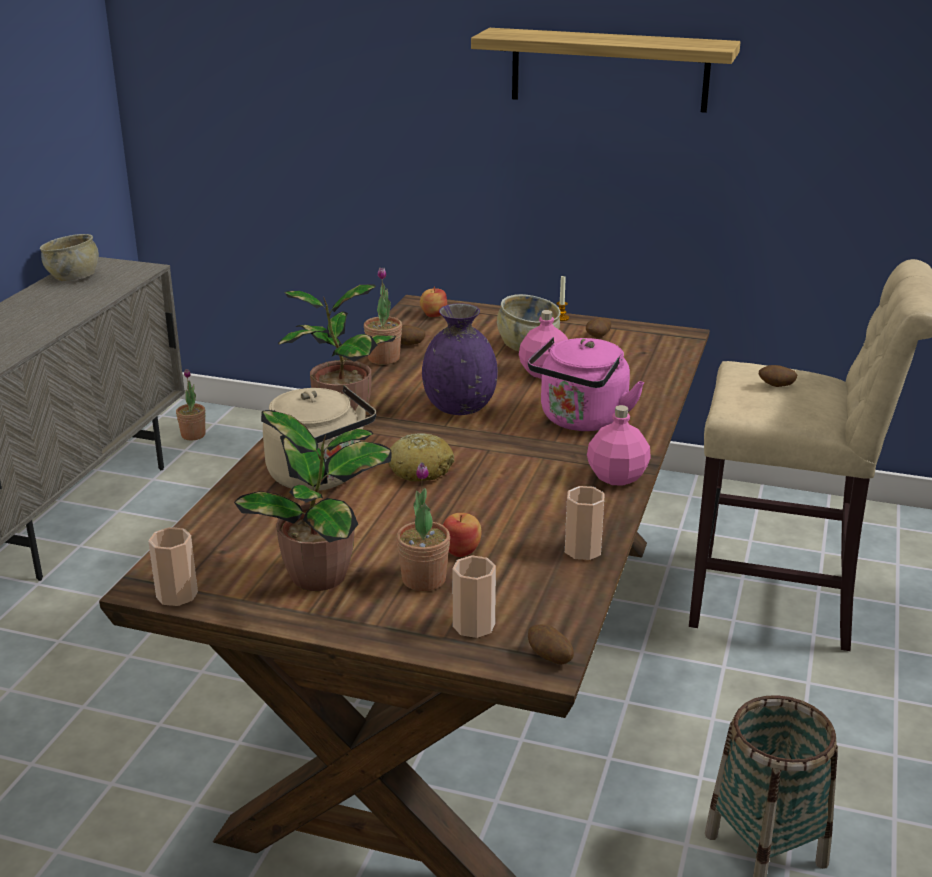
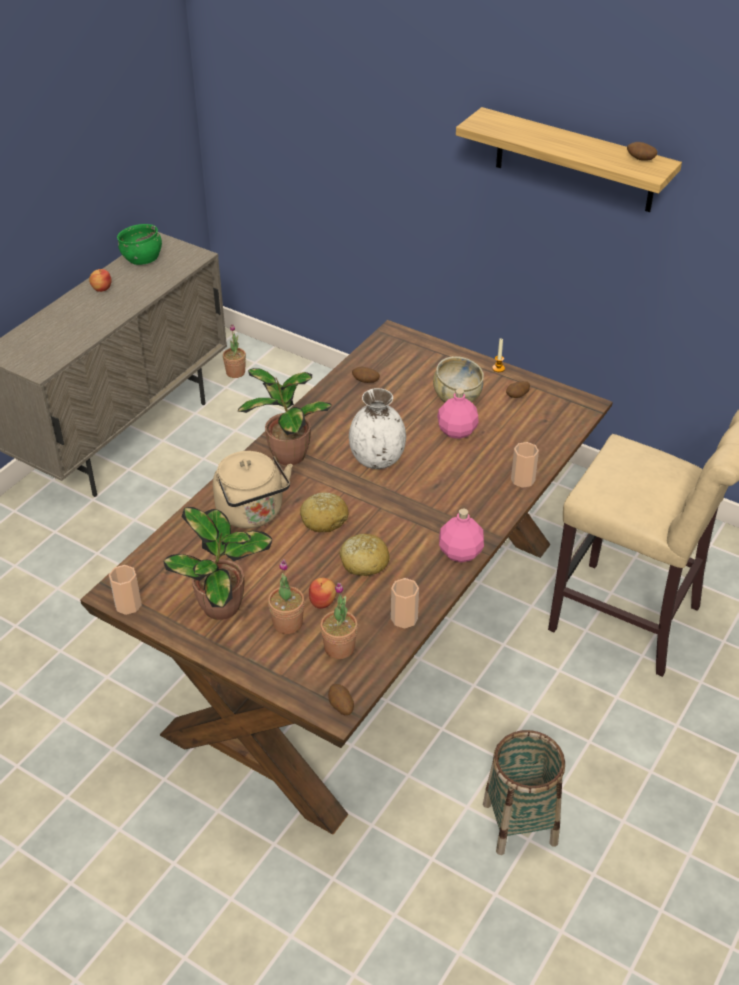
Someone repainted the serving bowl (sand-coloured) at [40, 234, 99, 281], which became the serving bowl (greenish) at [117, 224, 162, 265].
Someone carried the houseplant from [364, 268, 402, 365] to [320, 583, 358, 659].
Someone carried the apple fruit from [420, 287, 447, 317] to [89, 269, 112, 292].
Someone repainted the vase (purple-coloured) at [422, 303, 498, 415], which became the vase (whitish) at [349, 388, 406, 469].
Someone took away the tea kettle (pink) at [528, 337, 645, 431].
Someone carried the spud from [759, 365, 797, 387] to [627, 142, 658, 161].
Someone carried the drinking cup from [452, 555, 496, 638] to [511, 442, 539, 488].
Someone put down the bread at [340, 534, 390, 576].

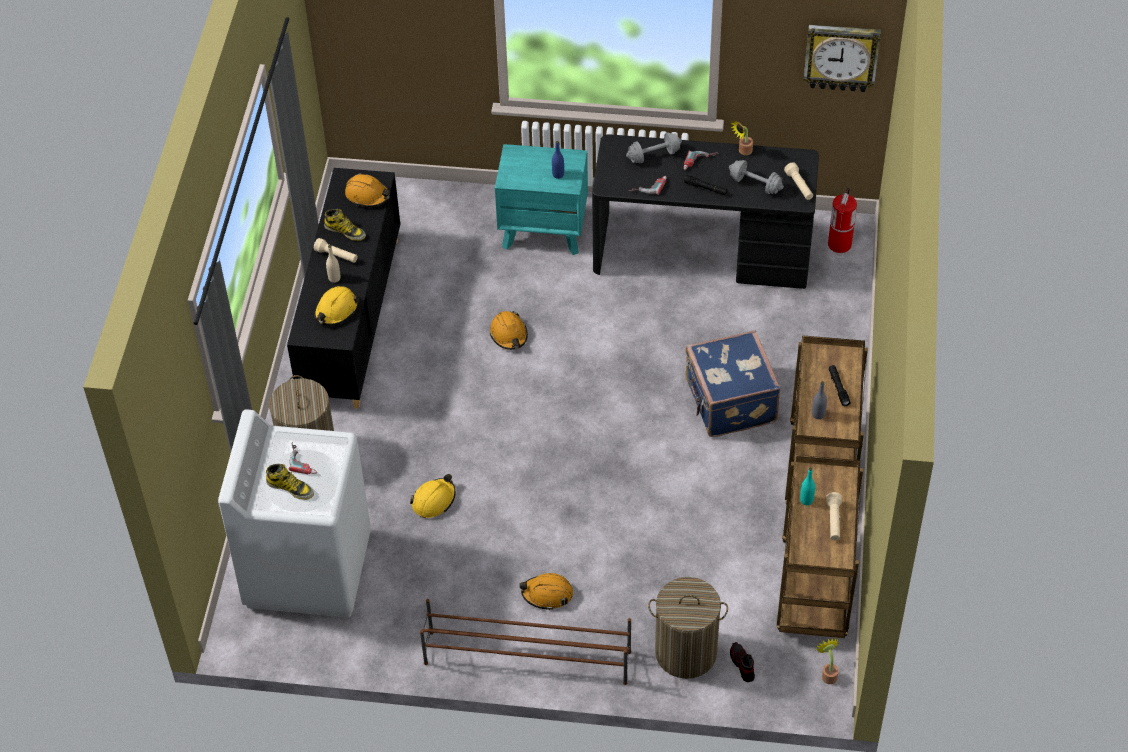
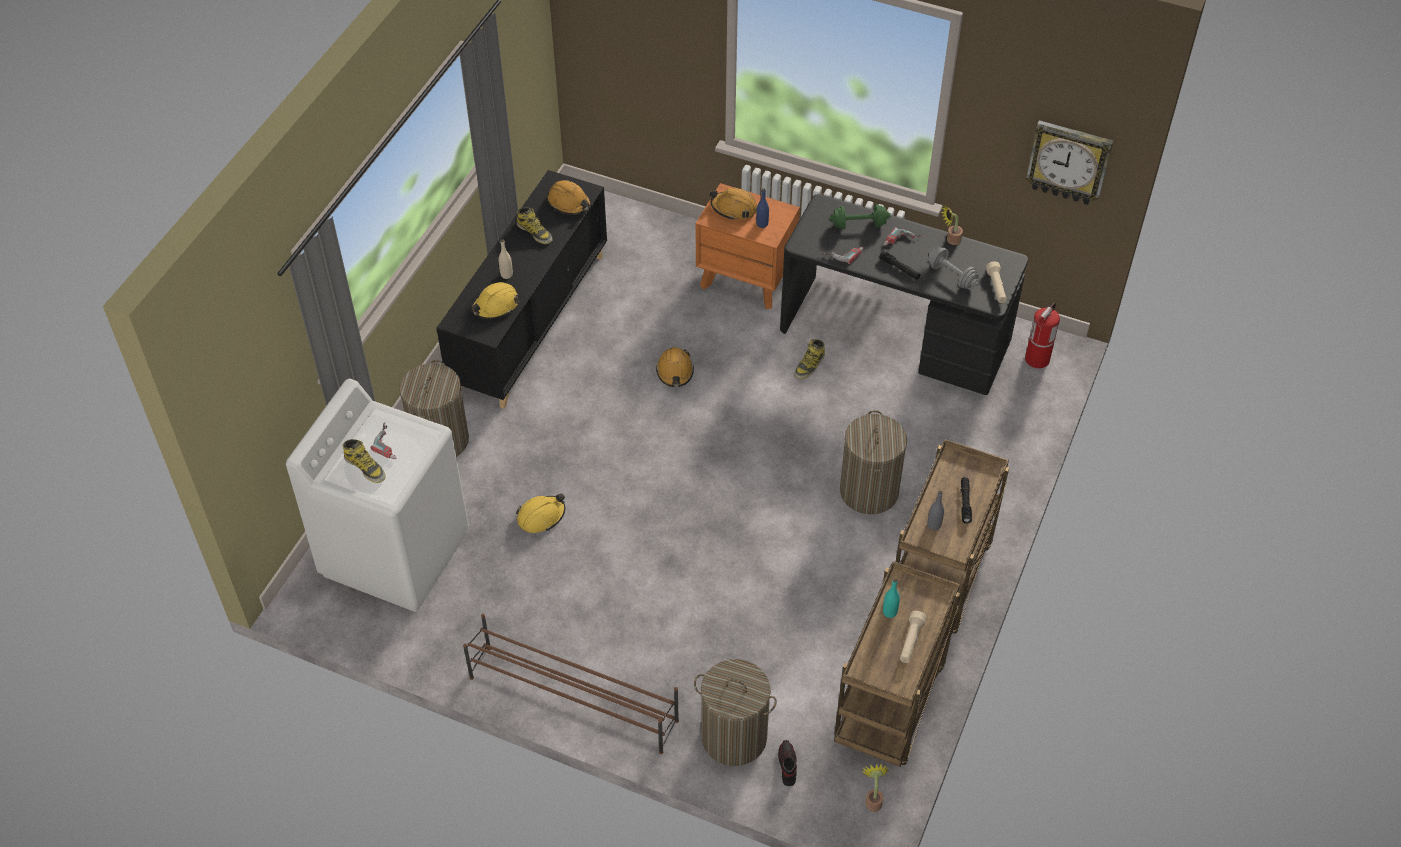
Someone repainted the free weight (gray) at [626, 132, 682, 164], which became the free weight (greenish) at [829, 204, 891, 229].
Someone repainted the nightstand (blue-green) at [495, 144, 588, 255], which became the nightstand (orangey) at [696, 183, 800, 309].
Someone took away the torch (sand-coloured) at [314, 238, 358, 263].
Someone swapped the suitcase (blue-coloured) at [685, 330, 781, 437] for the hamper at [840, 410, 907, 514].
Someone carried the hard hat (orangey) from [519, 573, 573, 610] to [710, 188, 757, 220].
Someone put down the high-top boot at [794, 339, 825, 379].

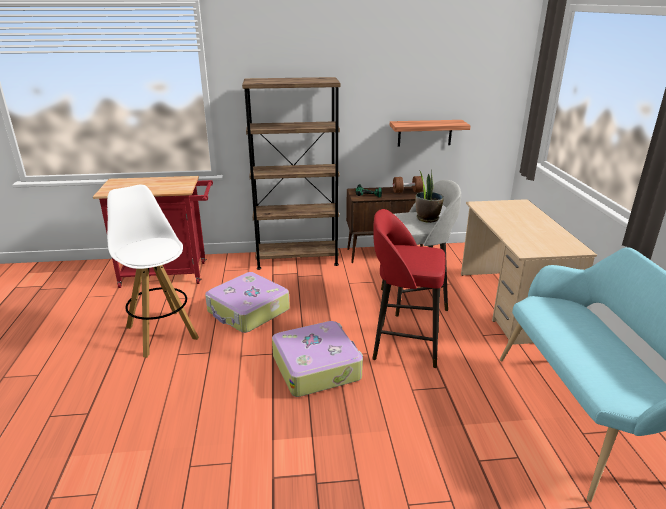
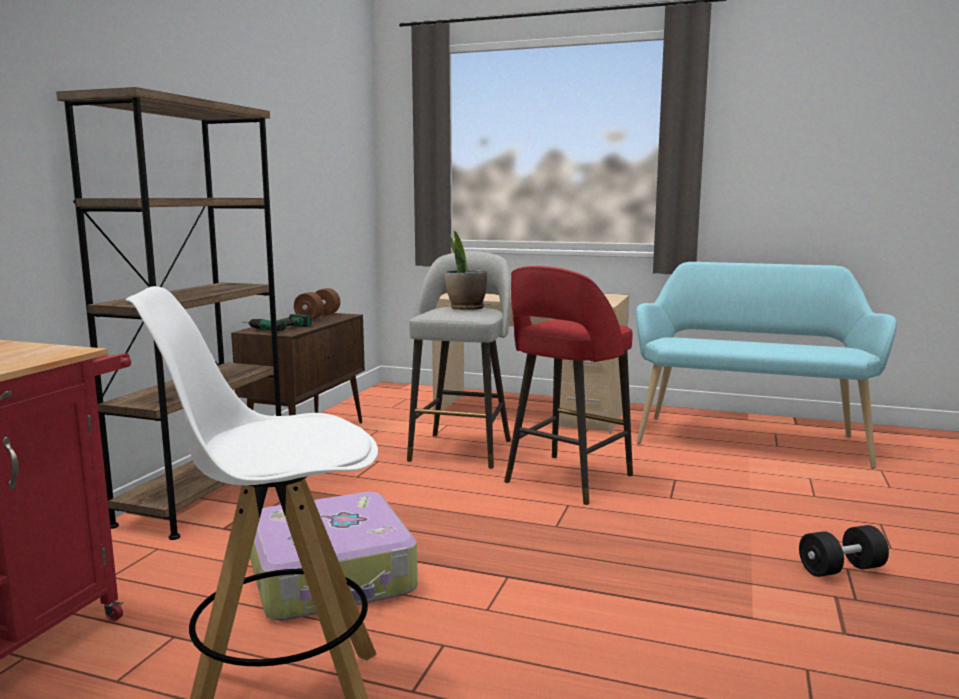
Someone took away the shelf at [390, 120, 471, 147].
Someone took away the suitcase at [272, 321, 363, 397].
Someone put down the free weight (black) at [799, 525, 889, 577].

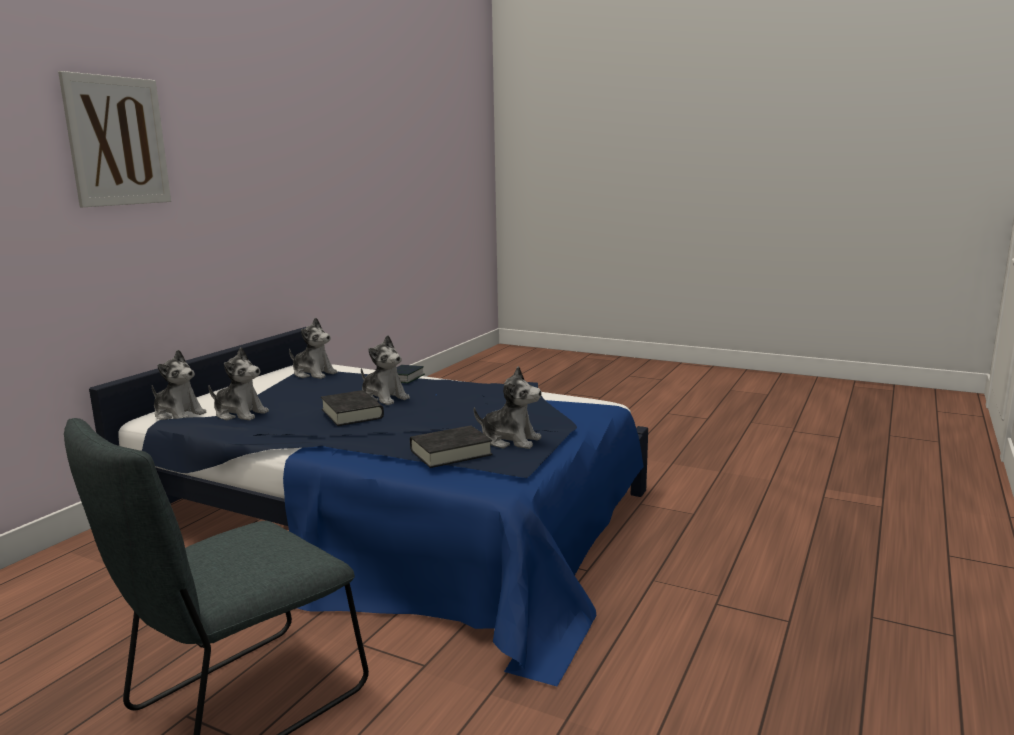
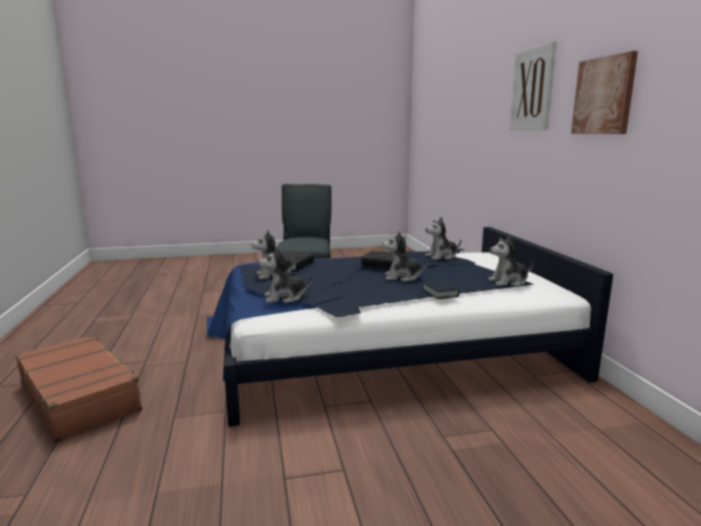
Someone carried the soft toy from [152, 350, 207, 420] to [259, 246, 313, 303].
Someone put up the picture at [571, 51, 638, 134].
Someone put down the suitcase (brown) at [15, 335, 143, 443].

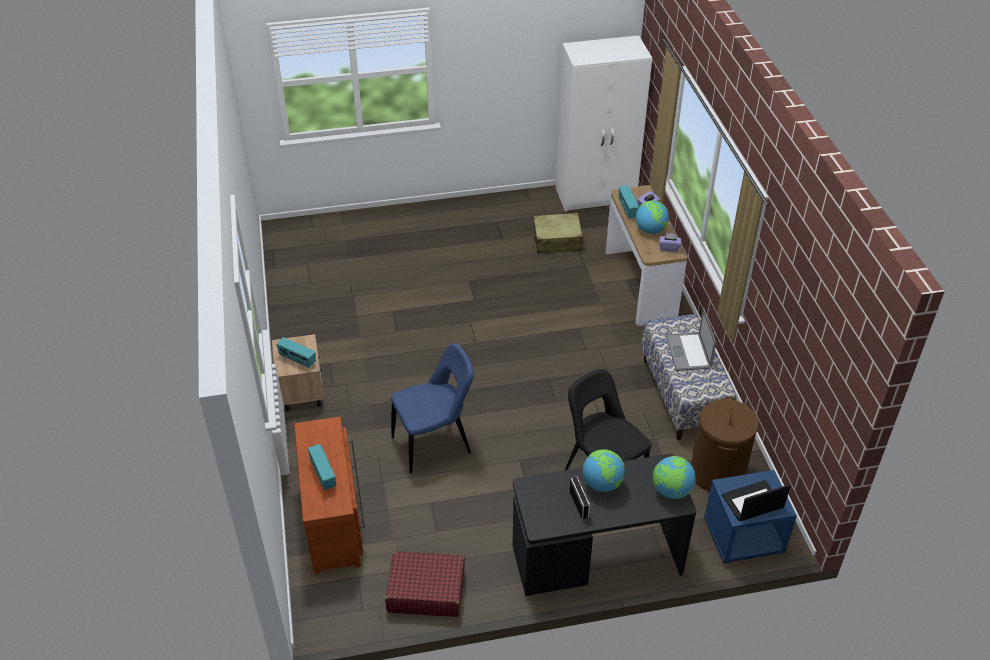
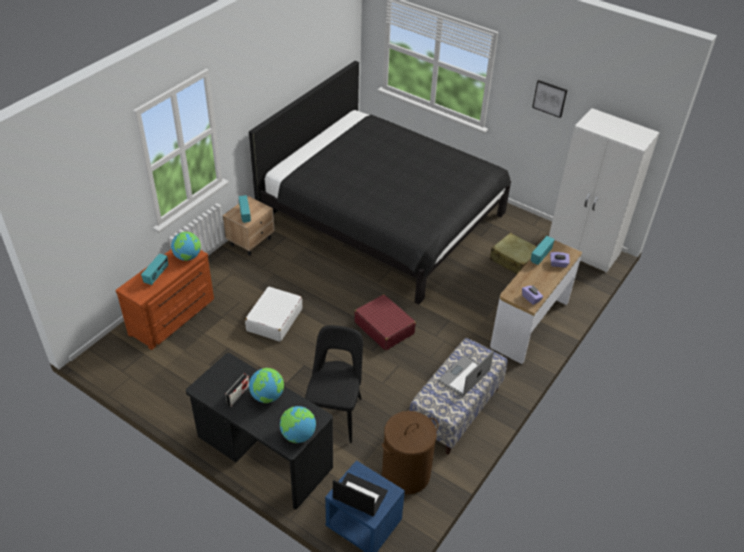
Someone carried the globe from [636, 201, 669, 234] to [171, 232, 201, 261].
Someone swapped the plain chair (blue-coloured) at [391, 344, 474, 474] for the suitcase (whitish) at [245, 287, 302, 342].
Someone carried the suitcase (reddish) from [385, 552, 465, 617] to [354, 294, 416, 350].
Someone put down the sleeping bed (black) at [249, 61, 511, 304].
Someone put up the picture at [532, 80, 567, 118].

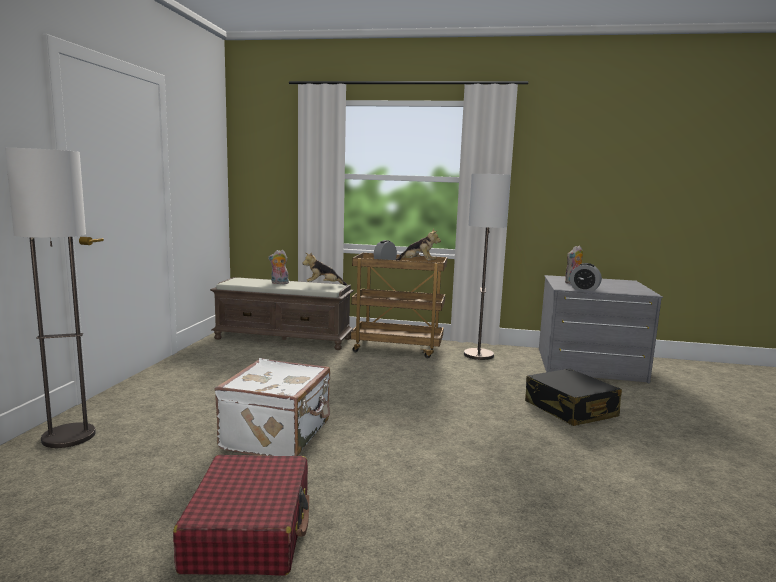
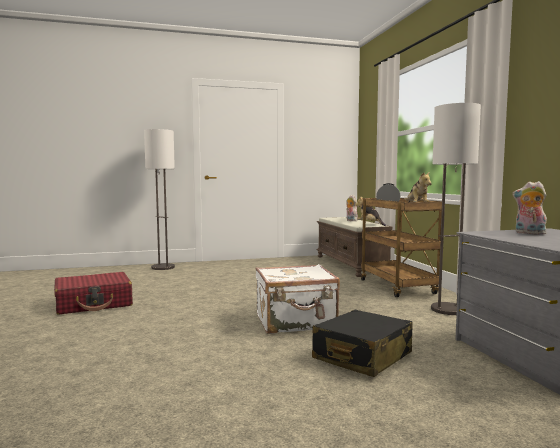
Someone took away the table clock at [570, 263, 602, 291].
Someone carried the suitcase (whitish) from [214, 358, 330, 456] to [256, 264, 340, 334].

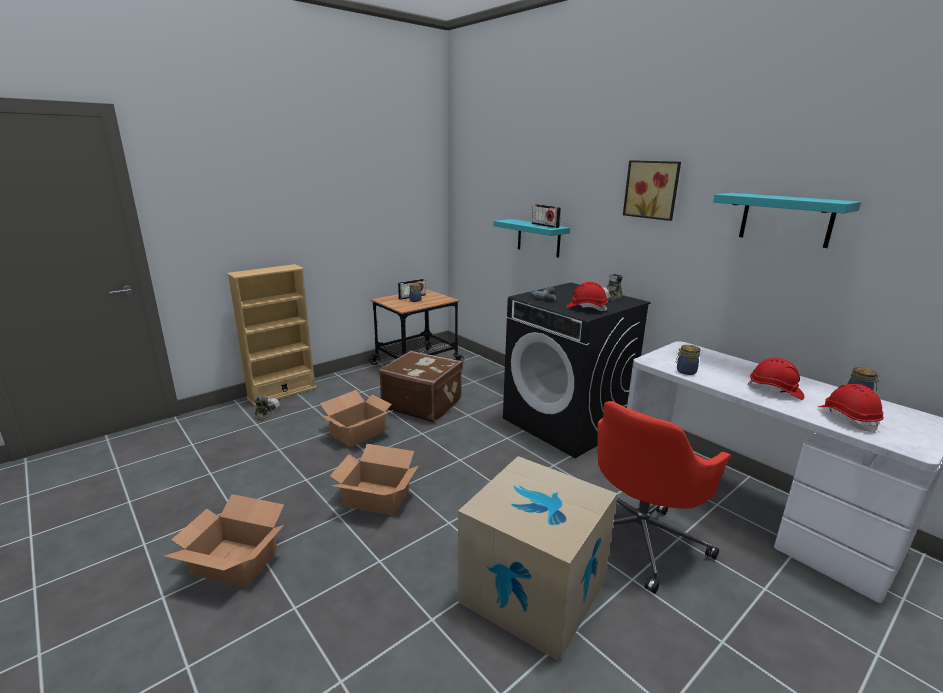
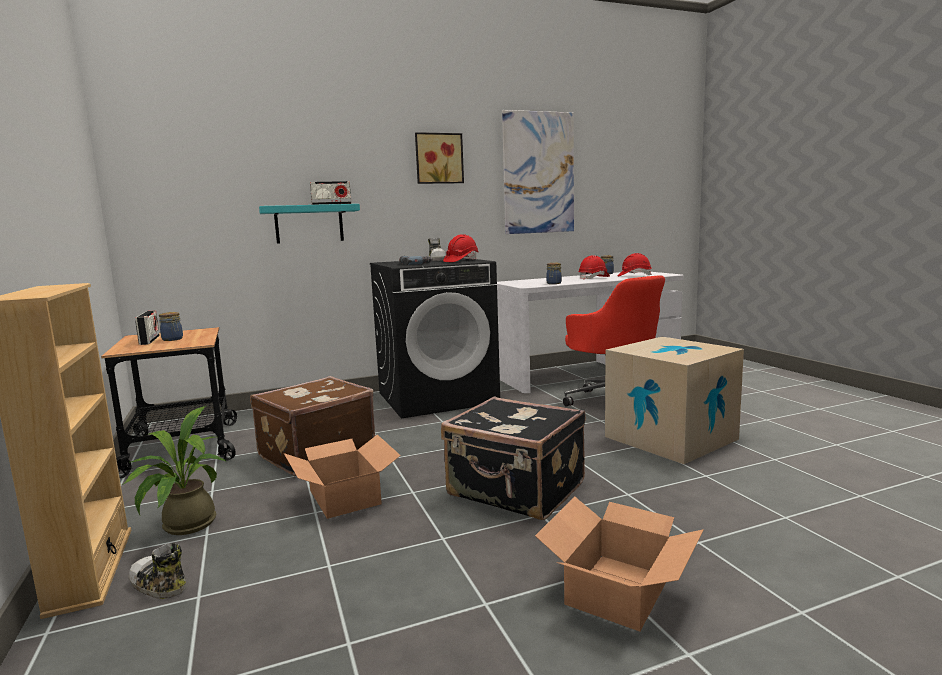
Someone swapped the shelf (blue-green) at [713, 193, 861, 248] for the picture at [502, 110, 574, 234].
Someone swapped the packing box at [330, 444, 418, 516] for the suitcase (black) at [441, 397, 586, 520].
Someone put down the houseplant at [122, 406, 227, 535].

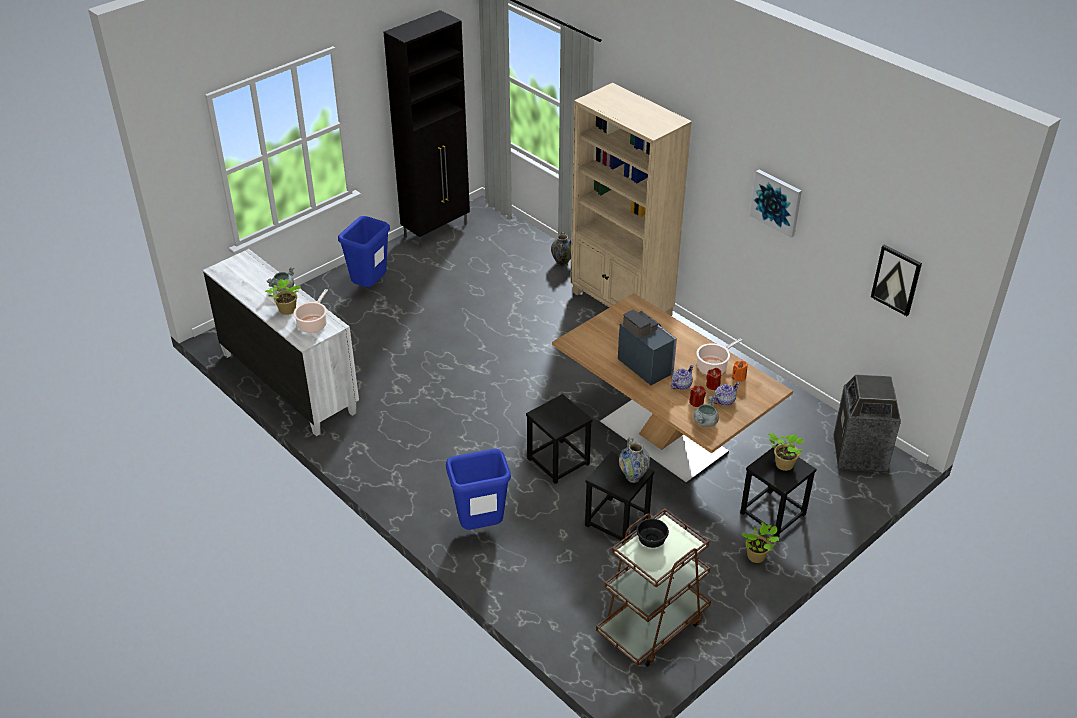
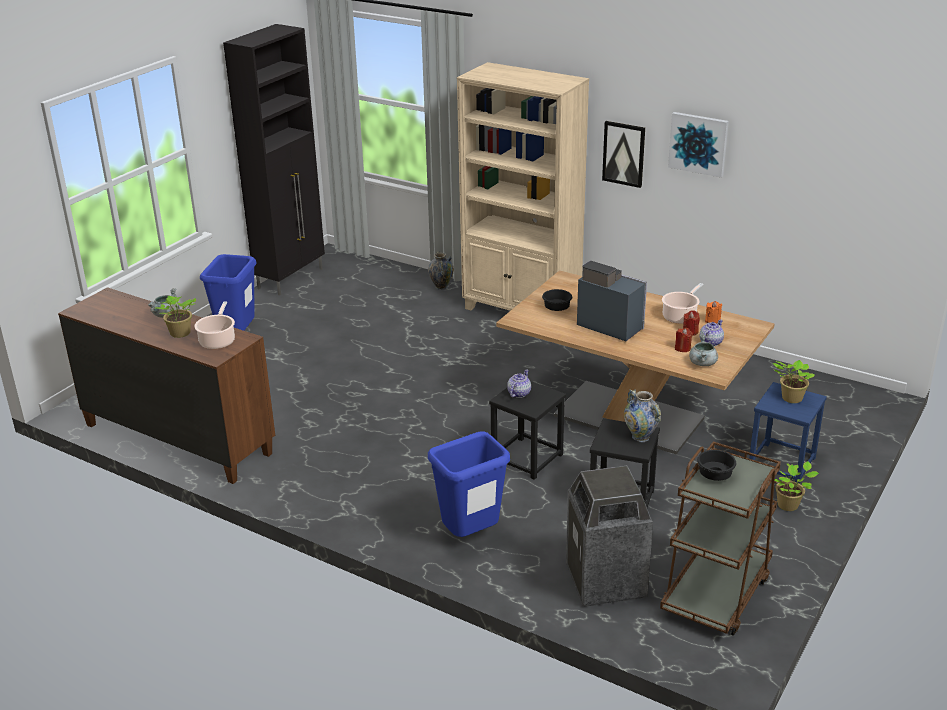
Someone carried the picture from [871, 244, 922, 316] to [602, 121, 645, 188].
Someone repainted the dresser (whitish) at [203, 249, 359, 436], which became the dresser (brown) at [58, 287, 275, 484].
Someone carried the pot for tea from [671, 365, 694, 390] to [507, 370, 531, 398].
Someone carried the waste bin from [833, 374, 901, 472] to [566, 466, 653, 607].
Someone repainted the stool seat (black) at [740, 444, 817, 537], which became the stool seat (blue-coloured) at [749, 382, 827, 483].
Someone put down the serving bowl (black) at [542, 289, 572, 311].

